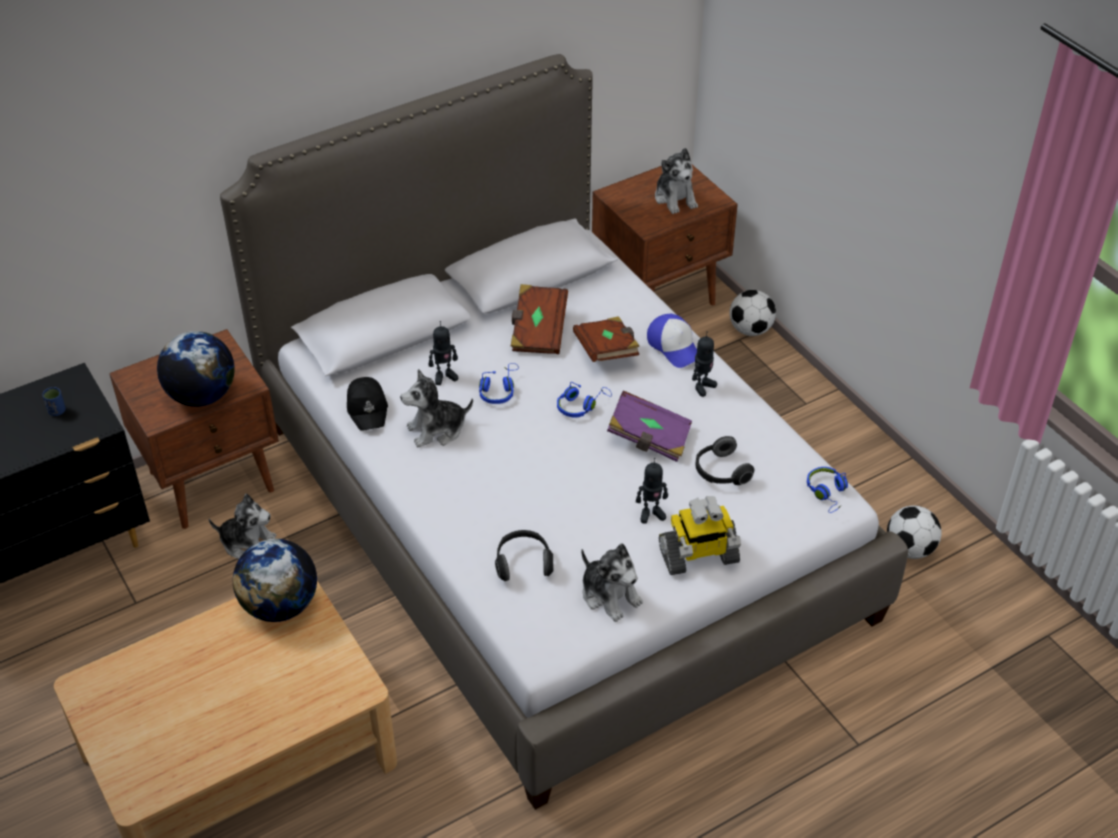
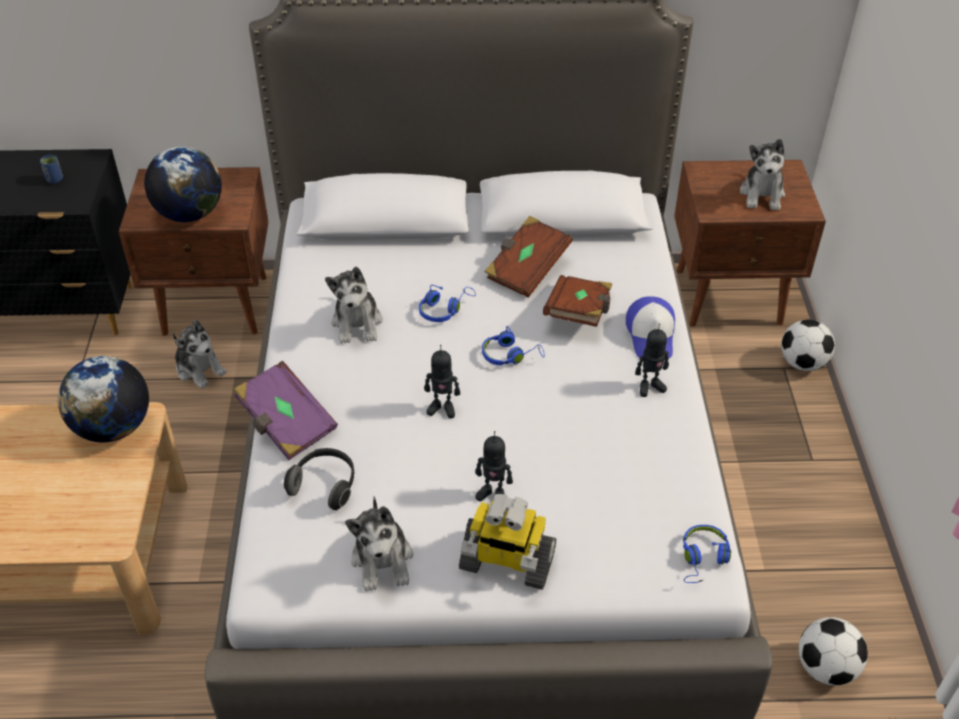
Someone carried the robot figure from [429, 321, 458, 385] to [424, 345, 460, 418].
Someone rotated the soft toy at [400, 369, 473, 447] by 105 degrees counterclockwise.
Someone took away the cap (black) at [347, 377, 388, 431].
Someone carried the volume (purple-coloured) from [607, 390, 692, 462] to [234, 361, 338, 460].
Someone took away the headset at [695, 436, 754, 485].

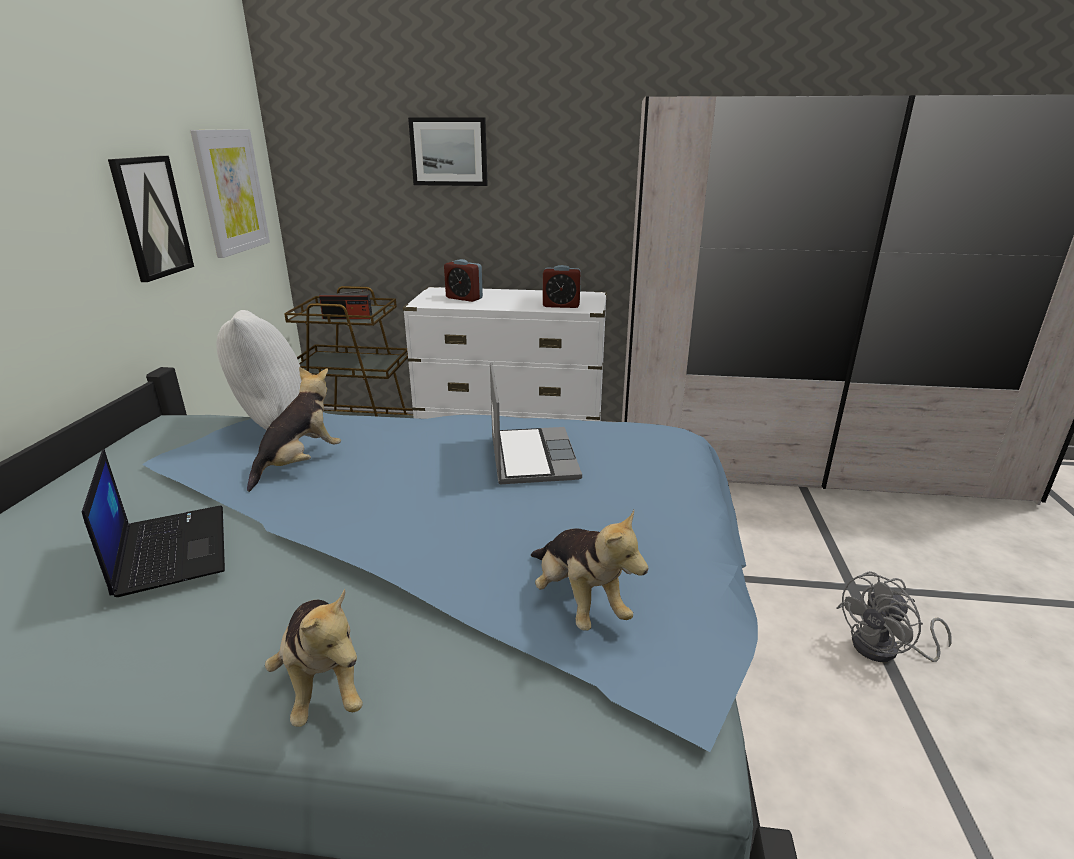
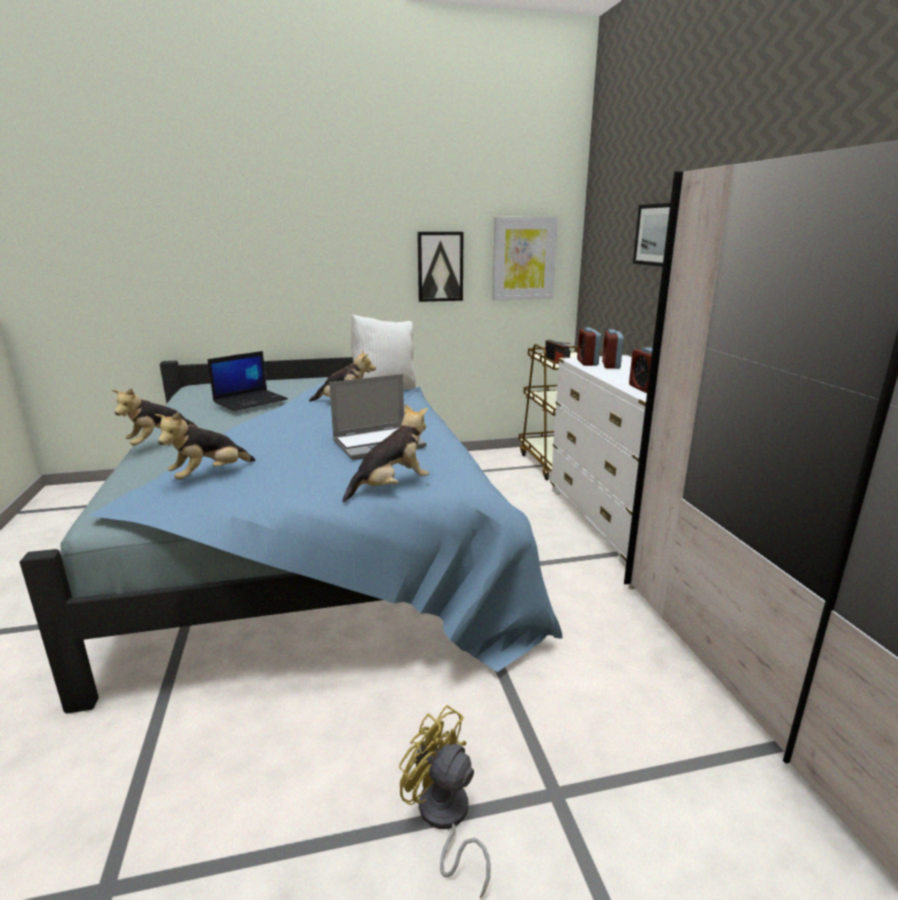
Someone repainted the electric fan (gray) at [837, 571, 952, 662], which became the electric fan (yellow) at [399, 705, 491, 899].
Someone put down the table clock at [577, 327, 601, 366].
Someone put down the soft toy at [342, 404, 429, 502].

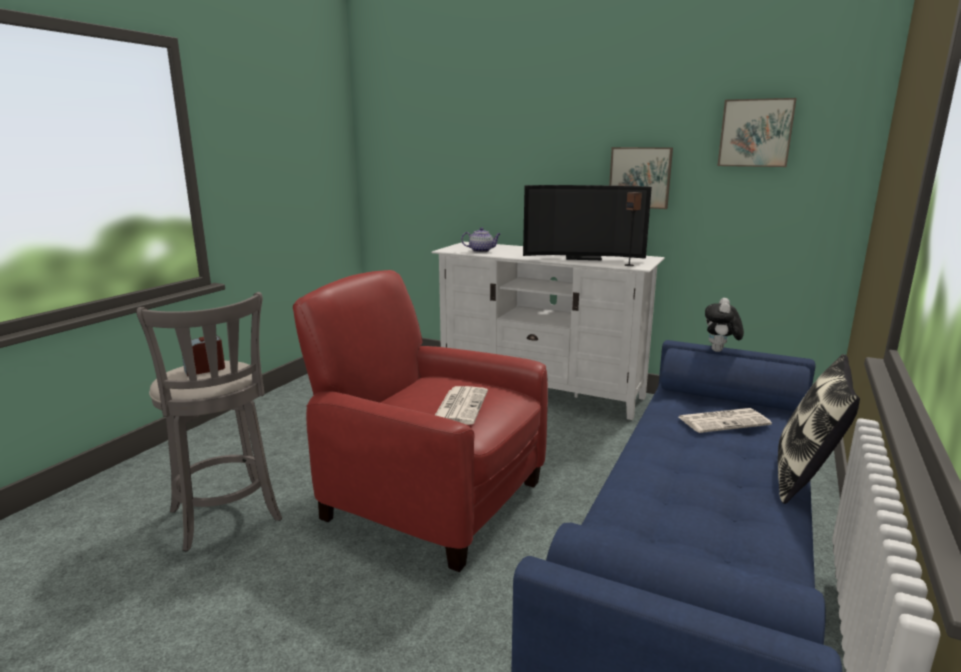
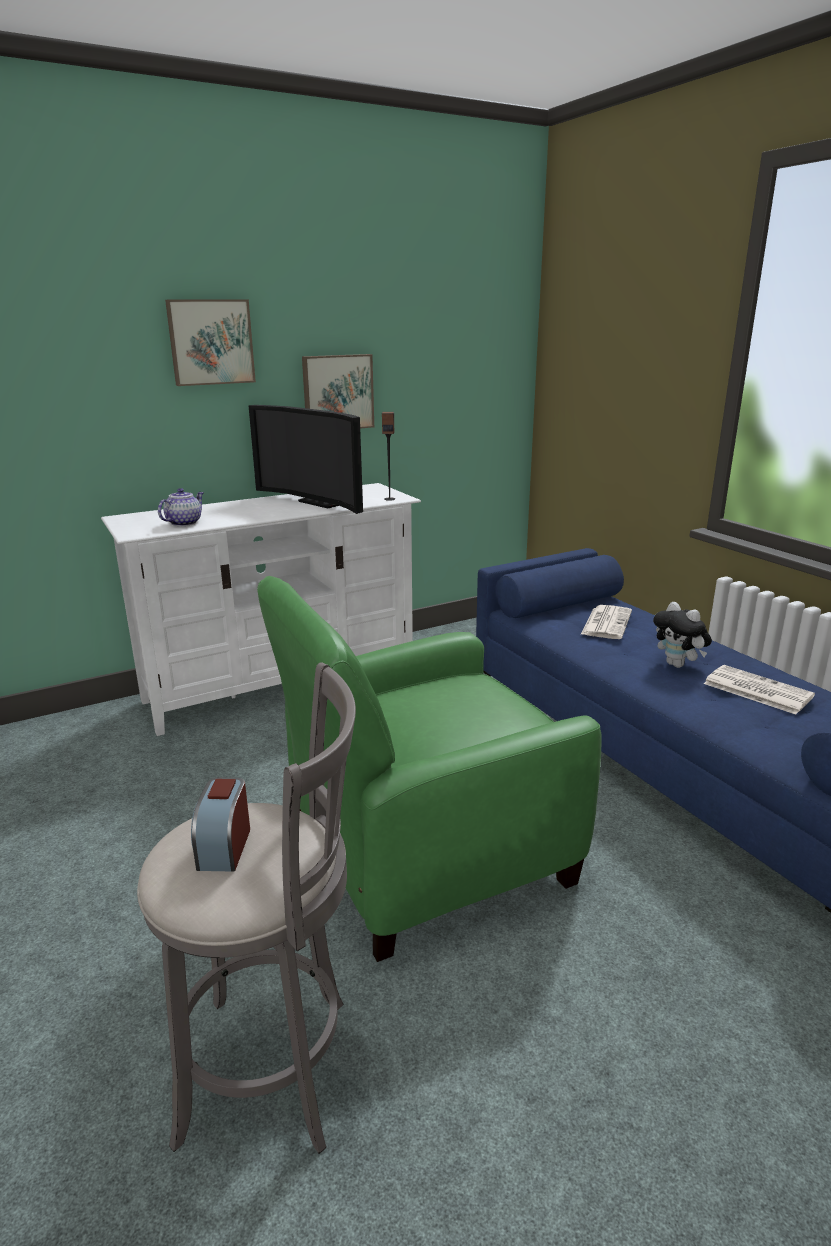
Someone carried the picture from [718, 98, 797, 167] to [165, 300, 256, 386].
Someone rotated the TV at [523, 185, 652, 260] by 90 degrees clockwise.
Someone repainted the easy chair (reddish) at [293, 270, 548, 572], which became the easy chair (greenish) at [257, 576, 602, 962].
Someone carried the soft toy from [705, 298, 744, 352] to [653, 602, 712, 668].
Someone took away the cushion at [778, 354, 860, 504].
Someone carried the daily paper from [435, 386, 488, 425] to [704, 665, 815, 715].

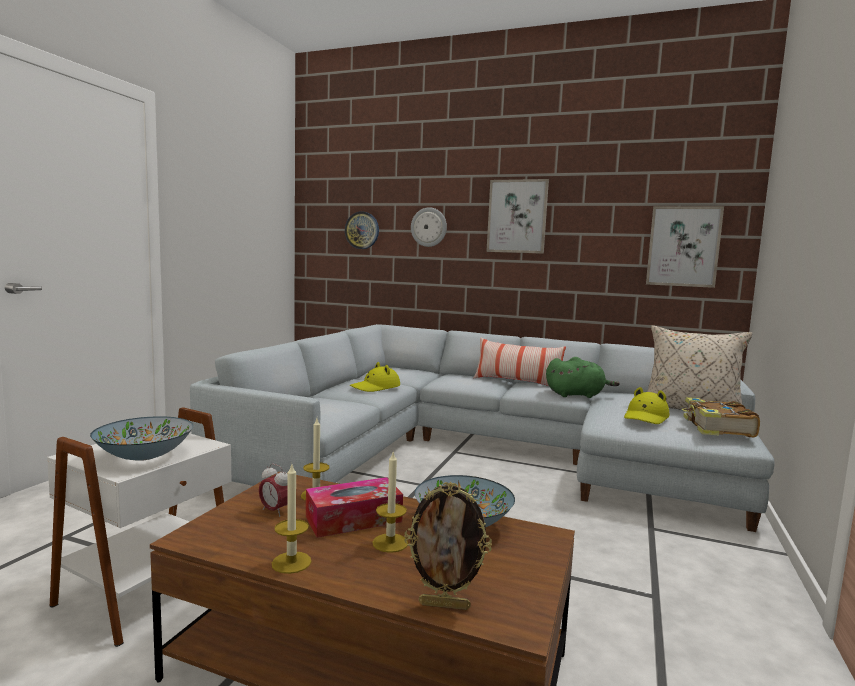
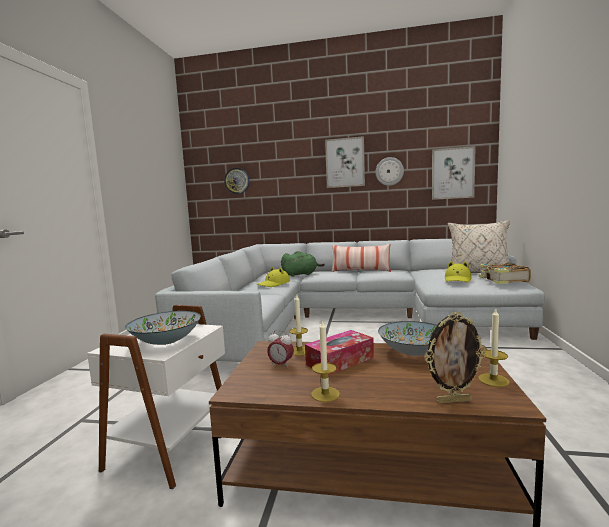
Someone carried the wall clock from [411, 207, 447, 247] to [376, 157, 404, 186].
Someone carried the soft toy (greenish) from [546, 357, 620, 398] to [281, 251, 325, 277].
Someone carried the wax candle from [372, 452, 408, 553] to [478, 309, 510, 387].

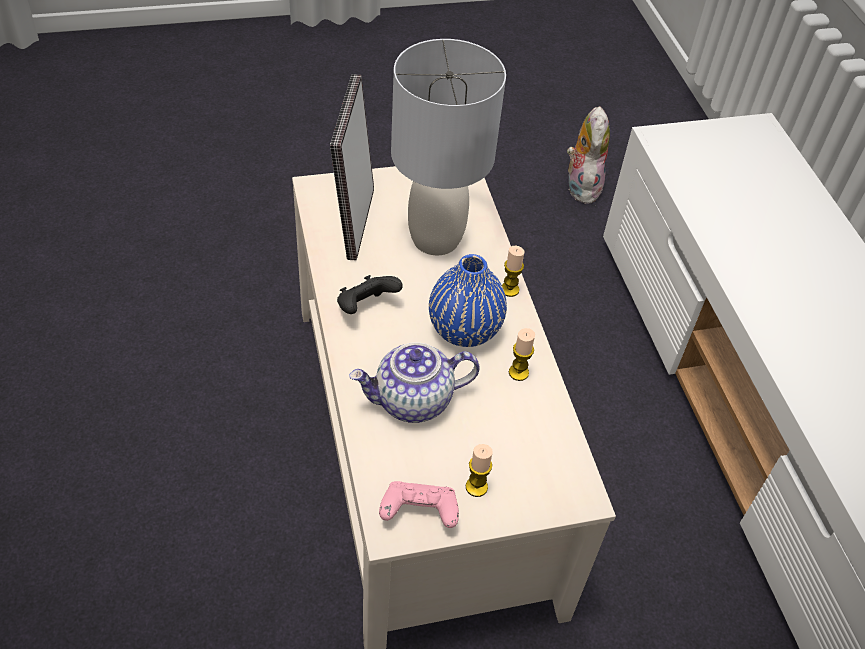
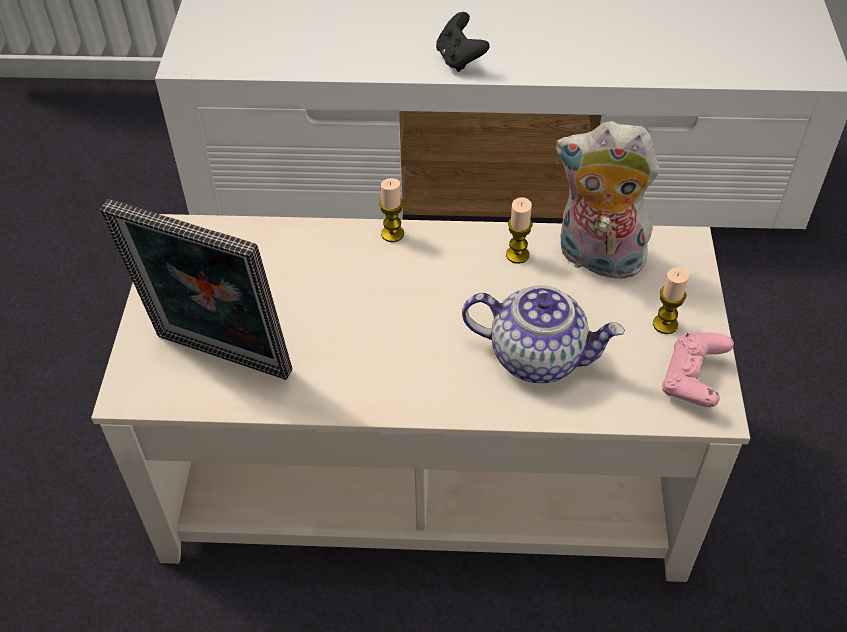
Someone took away the lamp for a table (gray) at [391, 39, 506, 255].
Someone carried the soft toy from [567, 106, 610, 204] to [556, 121, 660, 279].
Someone took away the vase (blue-coloured) at [429, 254, 507, 347].
Someone carried the joypad (black) from [337, 275, 403, 314] to [436, 12, 489, 72].
Someone rotated the pot for tea at [349, 342, 479, 423] by 75 degrees counterclockwise.

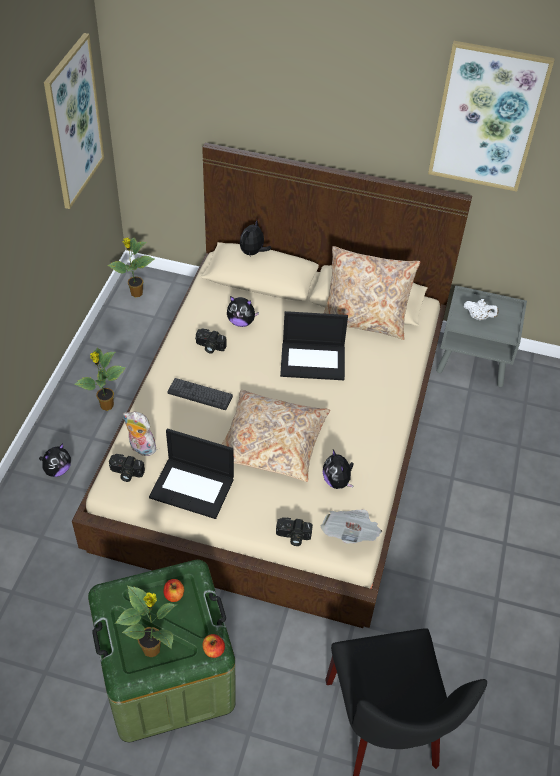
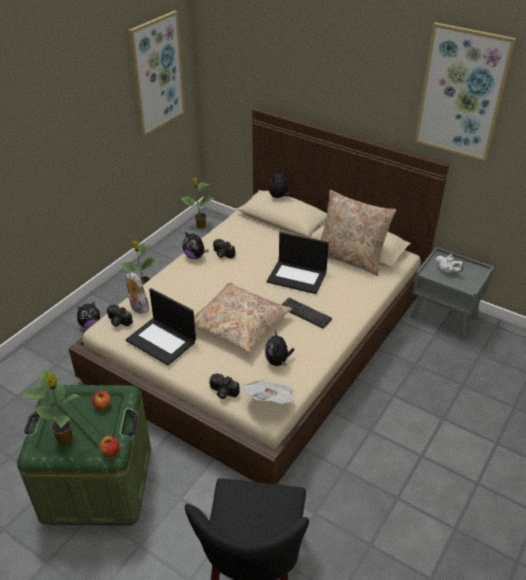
Someone carried the soft toy from [227, 296, 259, 327] to [183, 231, 209, 259].
Someone carried the keyboard from [167, 378, 233, 410] to [281, 298, 332, 328].

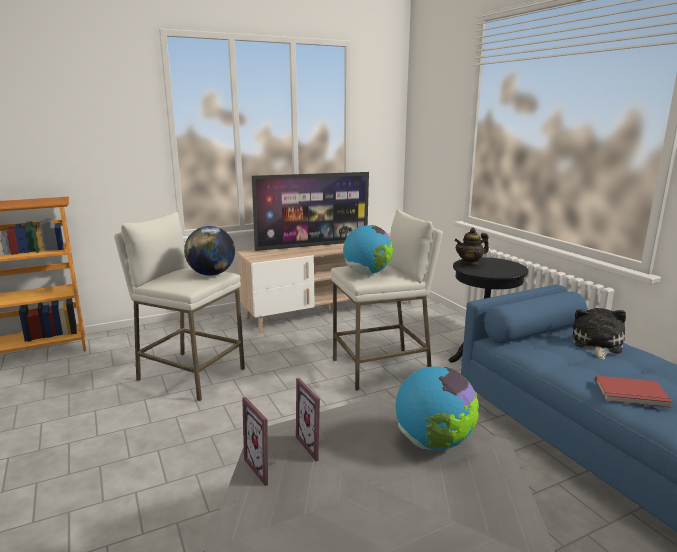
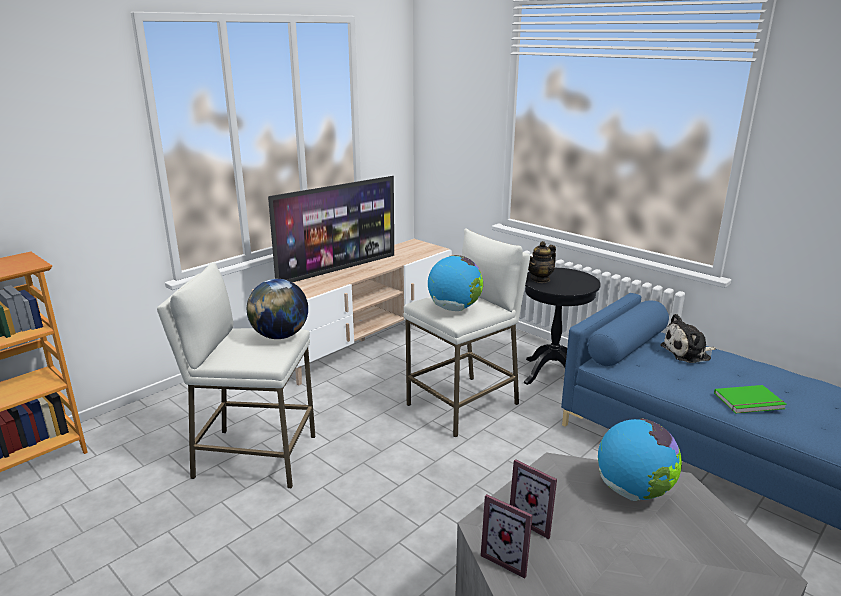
Someone rotated the soft toy at [572, 308, 626, 360] by 105 degrees counterclockwise.
Someone repainted the volume (reddish) at [595, 376, 672, 407], which became the volume (greenish) at [714, 385, 787, 413].

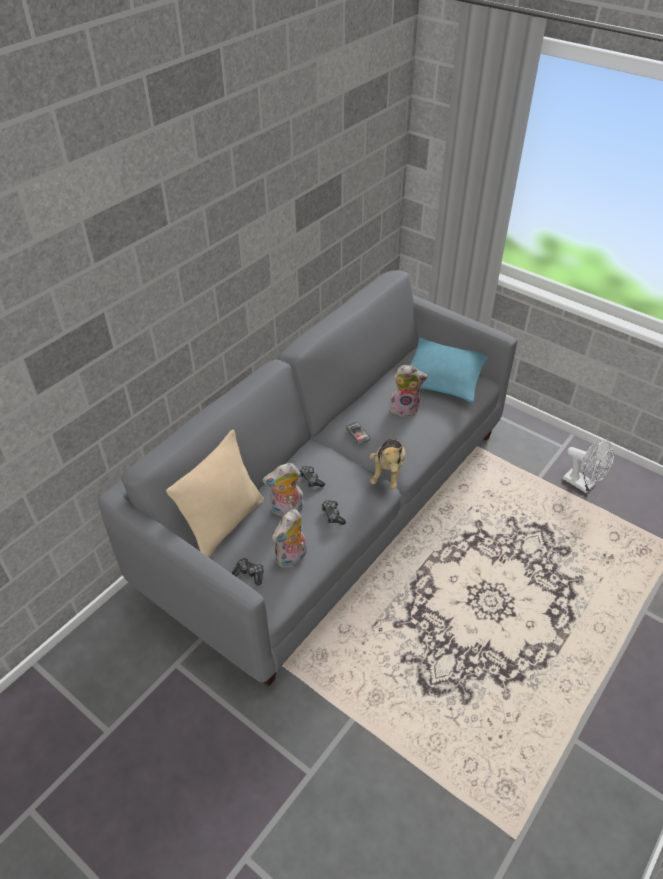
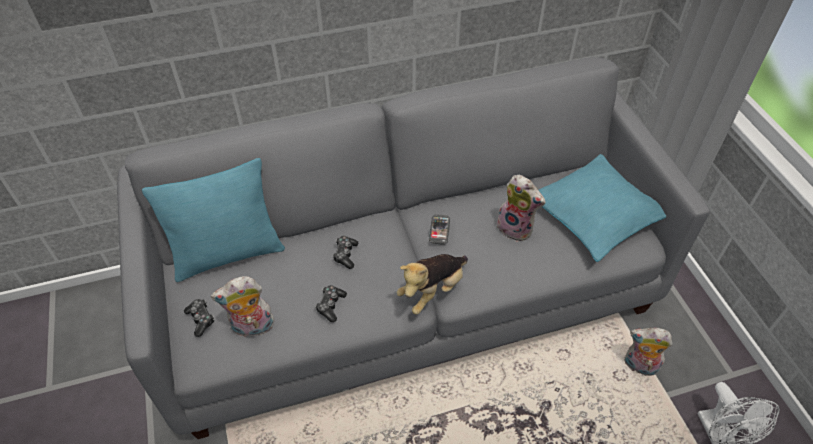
Someone repainted the cushion (sand-coloured) at [166, 430, 264, 557], which became the cushion (blue-green) at [142, 158, 285, 282].
Someone carried the soft toy from [262, 463, 304, 517] to [624, 327, 672, 376].

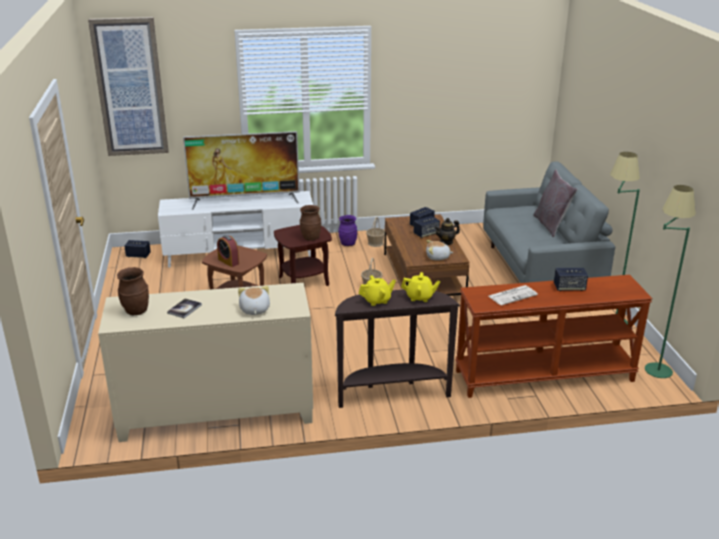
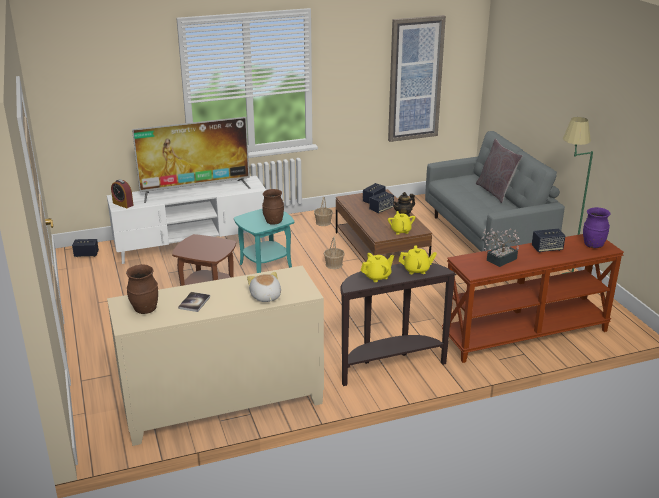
Someone carried the picture from [88, 17, 169, 156] to [388, 15, 446, 142].
Someone took away the standing lamp (greenish) at [645, 185, 696, 378].
Someone carried the vase (purple-coloured) from [338, 215, 357, 246] to [583, 207, 611, 248].
Someone repainted the side table (brown) at [274, 225, 332, 286], which became the side table (blue-green) at [234, 209, 294, 273].
Someone carried the table clock from [217, 235, 239, 267] to [111, 179, 134, 208].
Someone swapped the soft toy at [426, 240, 454, 260] for the pot for tea (yellow) at [388, 211, 415, 235].
Someone swapped the daily paper at [489, 285, 538, 306] for the houseplant at [482, 229, 520, 267].

